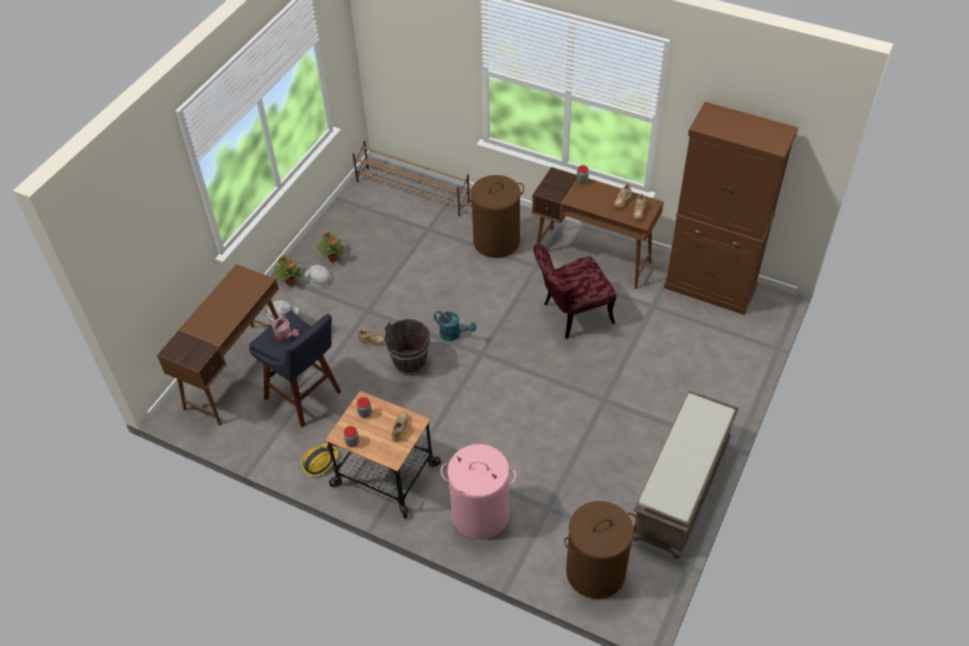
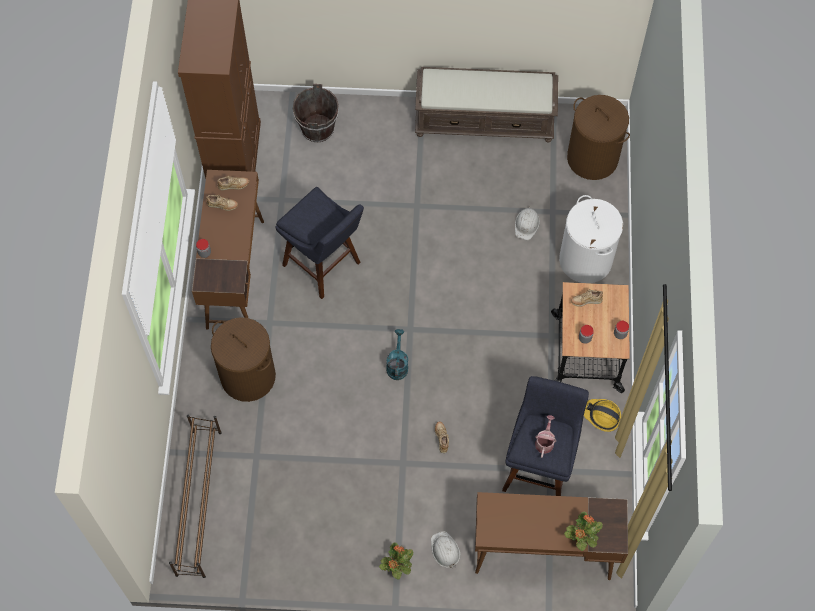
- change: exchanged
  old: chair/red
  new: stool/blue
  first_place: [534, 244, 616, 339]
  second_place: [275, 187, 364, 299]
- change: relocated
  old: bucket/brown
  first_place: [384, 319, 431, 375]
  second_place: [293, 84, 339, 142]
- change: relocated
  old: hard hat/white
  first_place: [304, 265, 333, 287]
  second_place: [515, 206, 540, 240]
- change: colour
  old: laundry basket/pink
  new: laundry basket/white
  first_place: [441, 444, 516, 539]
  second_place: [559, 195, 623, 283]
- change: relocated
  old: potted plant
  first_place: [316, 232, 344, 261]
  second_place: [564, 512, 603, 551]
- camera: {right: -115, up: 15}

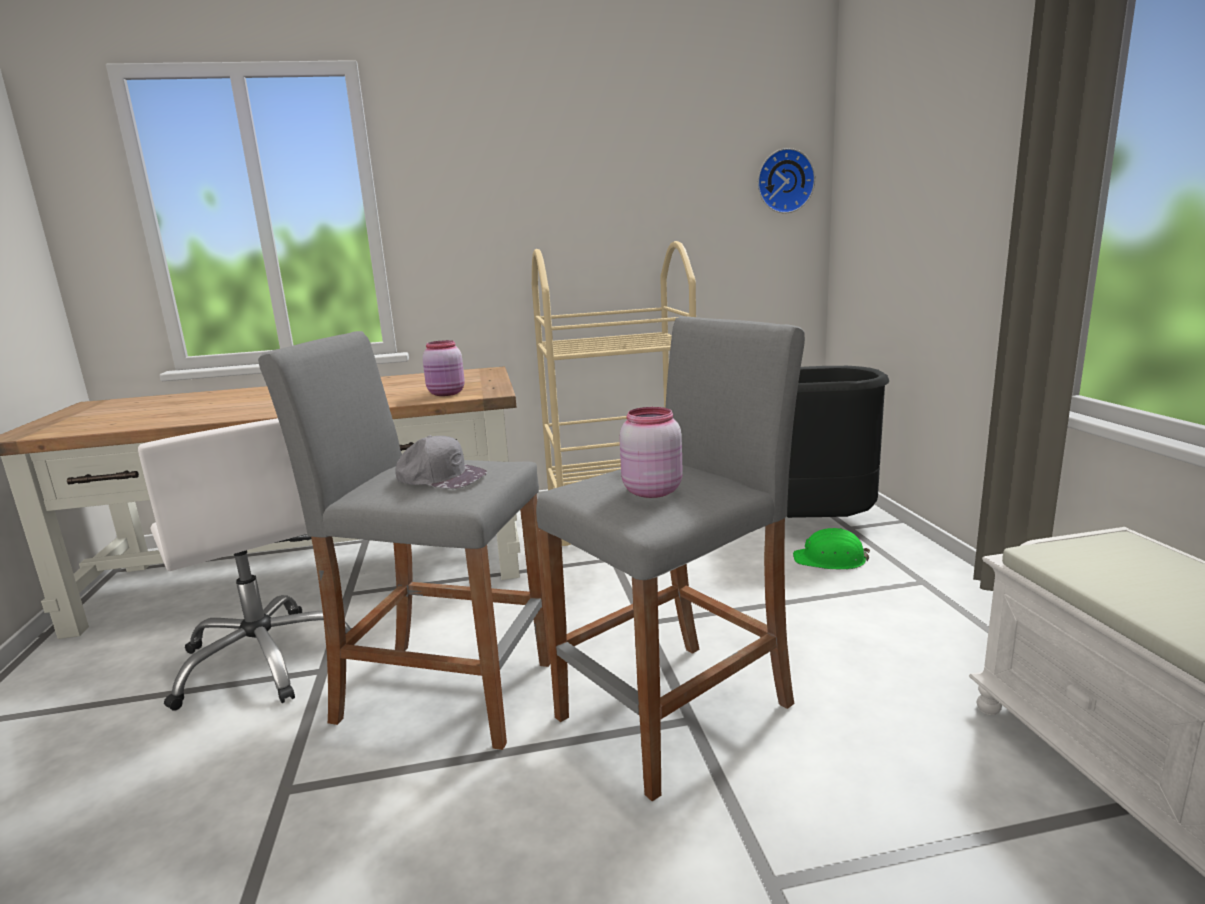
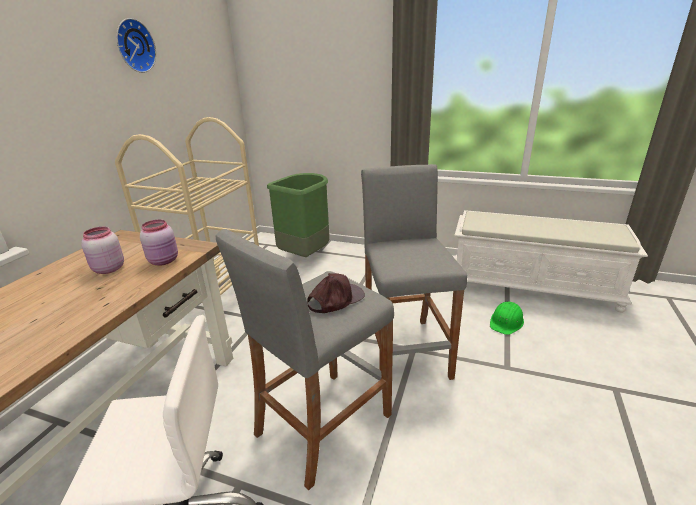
- change: relocated
  old: jar/pink
  first_place: [620, 407, 683, 498]
  second_place: [81, 227, 124, 274]
- change: relocated
  old: wall clock
  first_place: [758, 148, 815, 214]
  second_place: [116, 18, 156, 73]
- change: colour
  old: trash can/black
  new: trash can/green
  first_place: [787, 366, 889, 518]
  second_place: [267, 173, 330, 257]
- change: colour
  old: cap/grey
  new: cap/brown
  first_place: [395, 435, 487, 489]
  second_place: [307, 273, 365, 313]
- change: relocated
  old: hard hat/green
  first_place: [793, 528, 870, 570]
  second_place: [490, 302, 524, 335]
- camera: {right: -60, up: 10}

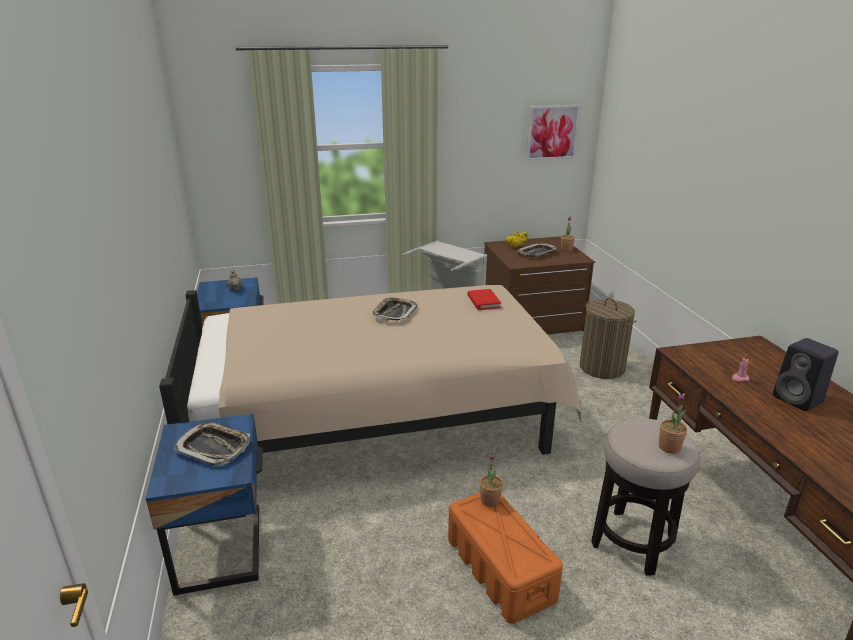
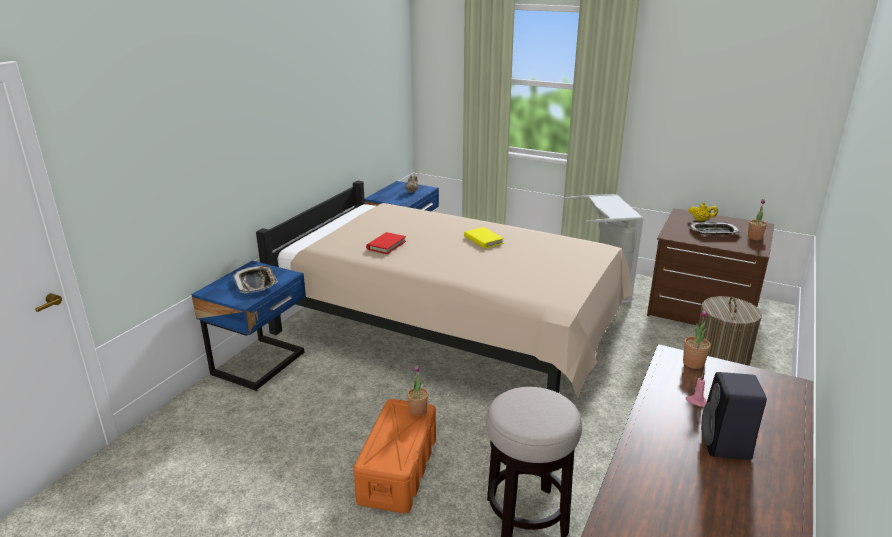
- change: relocated
  old: book/red
  first_place: [467, 289, 501, 310]
  second_place: [366, 232, 406, 254]
- change: exchanged
  old: tray
  new: book/yellow
  first_place: [372, 298, 417, 321]
  second_place: [464, 227, 504, 248]
- change: relocated
  old: potted plant
  first_place: [659, 394, 687, 454]
  second_place: [683, 310, 711, 369]
- change: missing
  old: picture
  first_place: [526, 105, 581, 161]
- camera: {right: 40, up: 0}

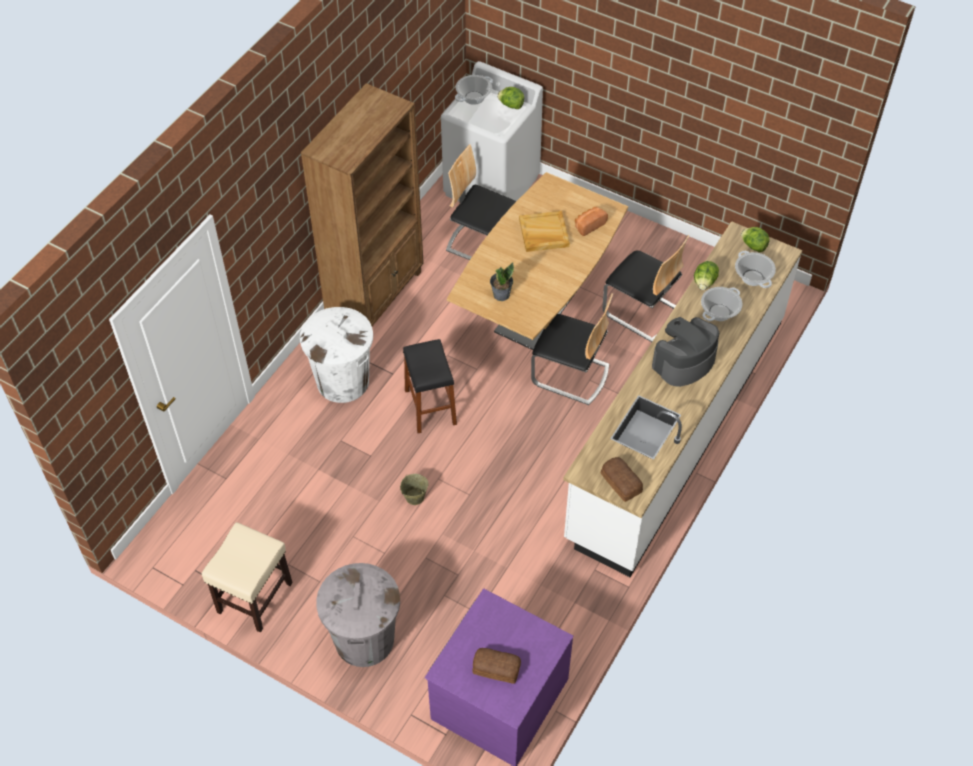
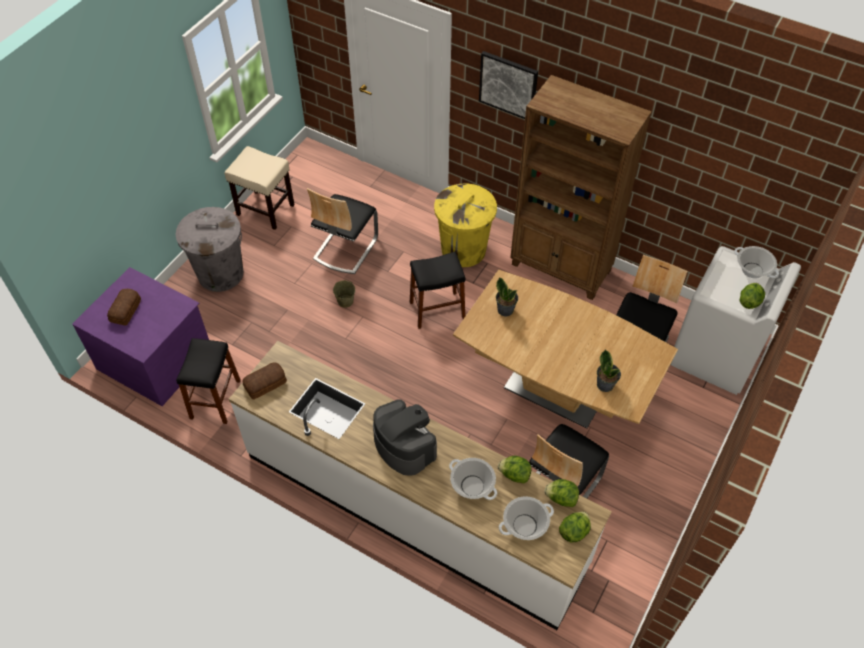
- change: appeared
  new: stool/black
  second_place: [176, 338, 241, 424]
- change: relocated
  old: chair
  first_place: [531, 293, 613, 405]
  second_place: [307, 188, 378, 274]
- change: colour
  old: trash can/white
  new: trash can/yellow
  first_place: [300, 307, 373, 403]
  second_place: [434, 184, 497, 267]
- change: appeared
  new: picture
  second_place: [479, 51, 538, 119]
- change: appeared
  new: lettuce
  second_place: [544, 479, 579, 507]
- change: exchanged
  old: bread
  new: potted plant
  first_place: [575, 207, 608, 236]
  second_place: [597, 349, 621, 392]
- change: missing
  old: tray/beige
  first_place: [519, 211, 570, 252]
- camera: {right: 90, up: 0}

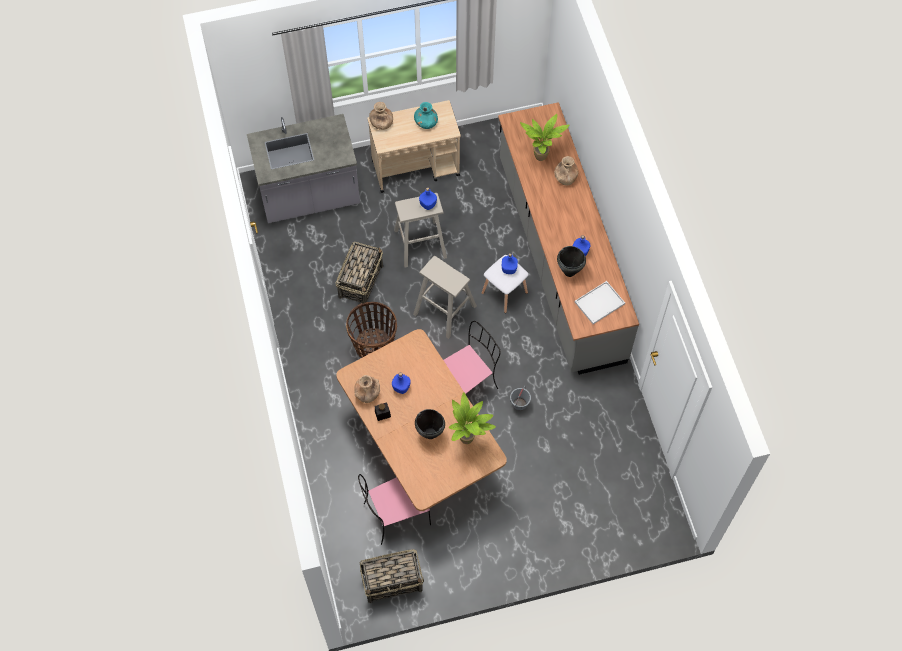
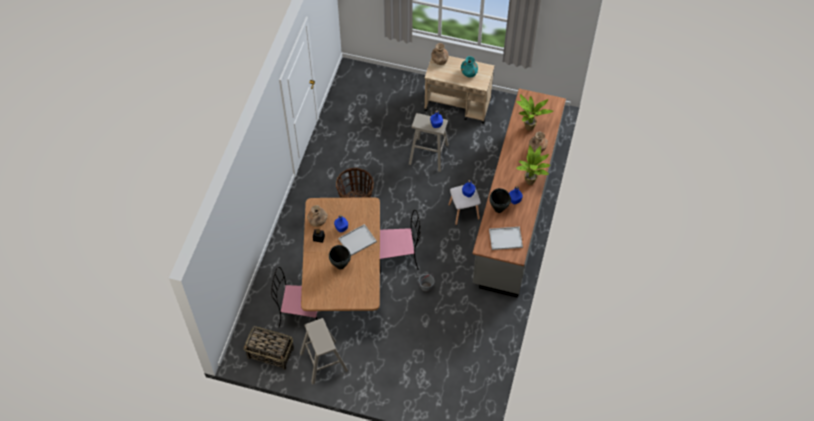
- change: relocated
  old: stool/beige
  first_place: [413, 256, 477, 339]
  second_place: [300, 318, 348, 385]
- change: appeared
  new: tray/white
  second_place: [338, 224, 377, 256]
- change: relocated
  old: potted plant
  first_place: [449, 392, 496, 444]
  second_place: [516, 145, 551, 185]
- change: missing
  old: counter/grey
  first_place: [247, 114, 360, 223]
- change: missing
  old: basket
  first_place: [336, 242, 383, 303]
- camera: {right: 30, up: -5}

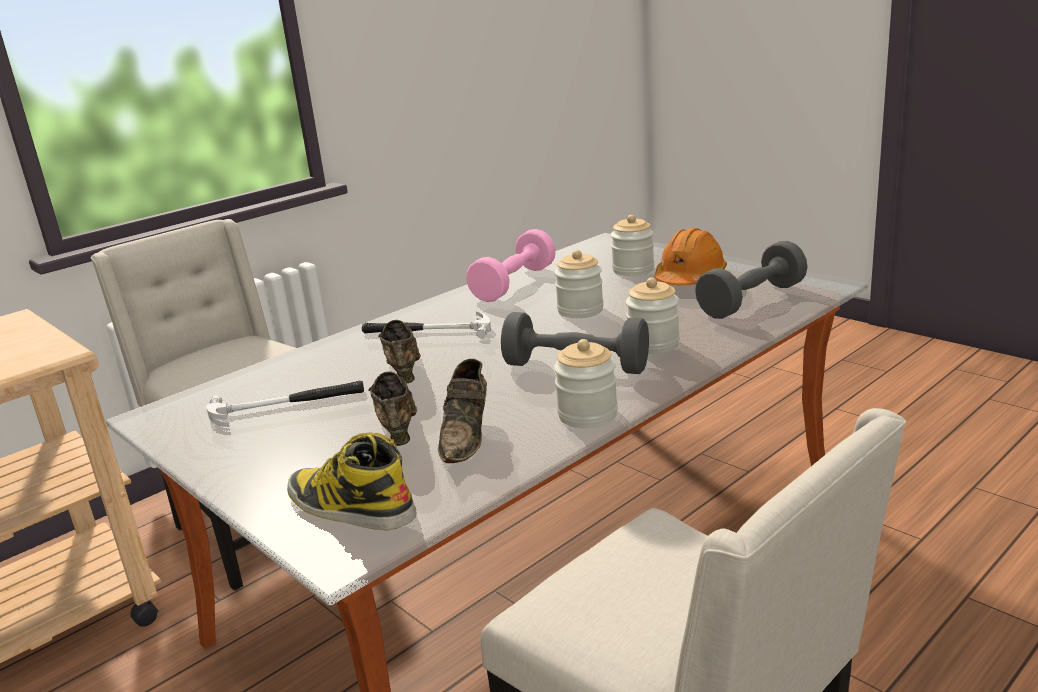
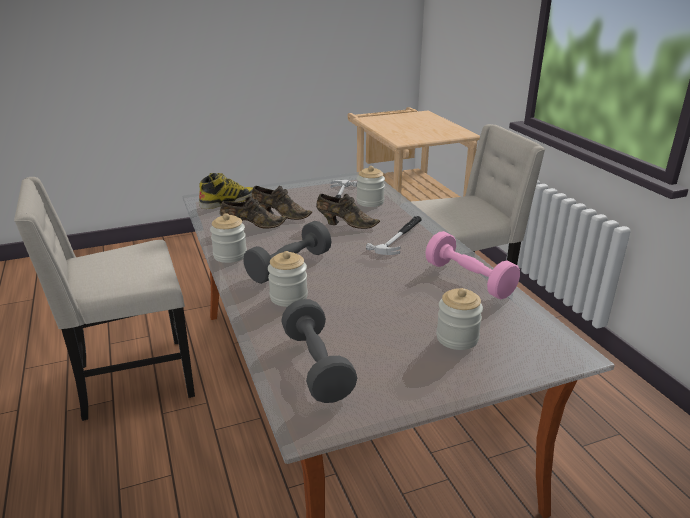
- change: spun
  old: shoe/brown
  first_place: [438, 359, 487, 463]
  second_place: [220, 196, 287, 228]
  degrees: 135
- change: relocated
  old: jar
  first_place: [554, 250, 604, 318]
  second_place: [356, 166, 385, 207]
- change: missing
  old: hard hat/orange
  first_place: [654, 228, 727, 286]
- camera: {right: 110, up: 5}

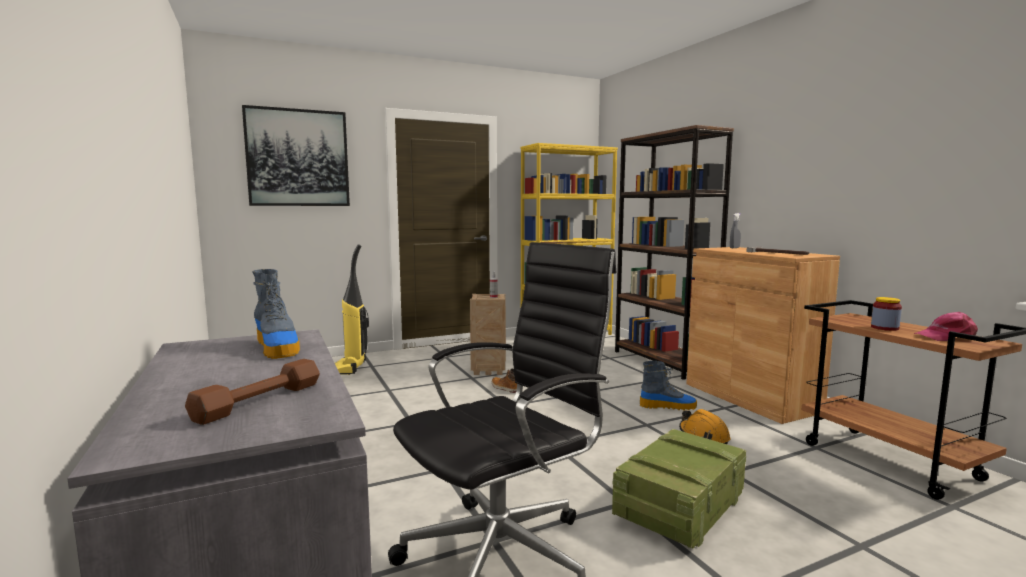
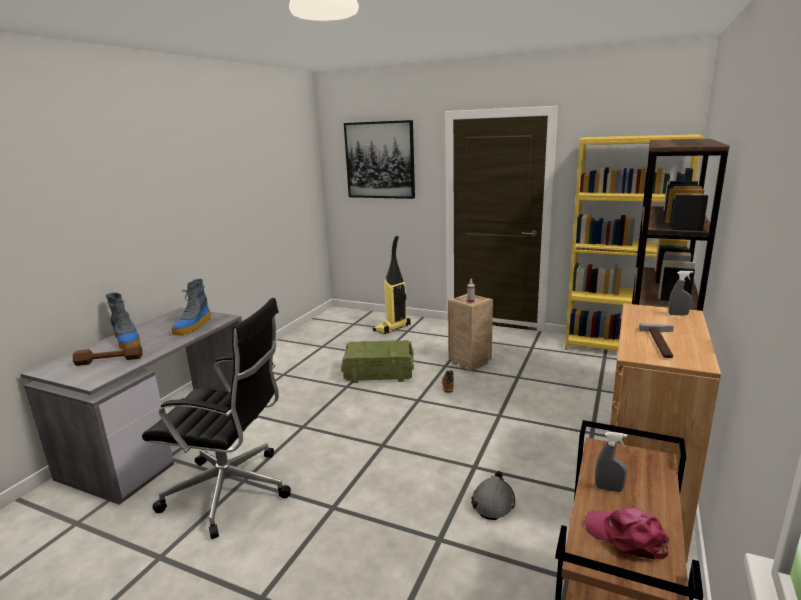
- change: relocated
  old: boot
  first_place: [640, 361, 697, 411]
  second_place: [106, 293, 140, 350]
- change: relocated
  old: crate
  first_place: [612, 429, 746, 548]
  second_place: [341, 340, 414, 383]
- change: colour
  old: hard hat/orange
  new: hard hat/grey
  first_place: [679, 409, 730, 444]
  second_place: [471, 471, 515, 520]
- change: exchanged
  old: jar
  new: spray bottle/grey
  first_place: [871, 297, 902, 331]
  second_place: [595, 432, 627, 492]
- camera: {right: 50, up: 10}

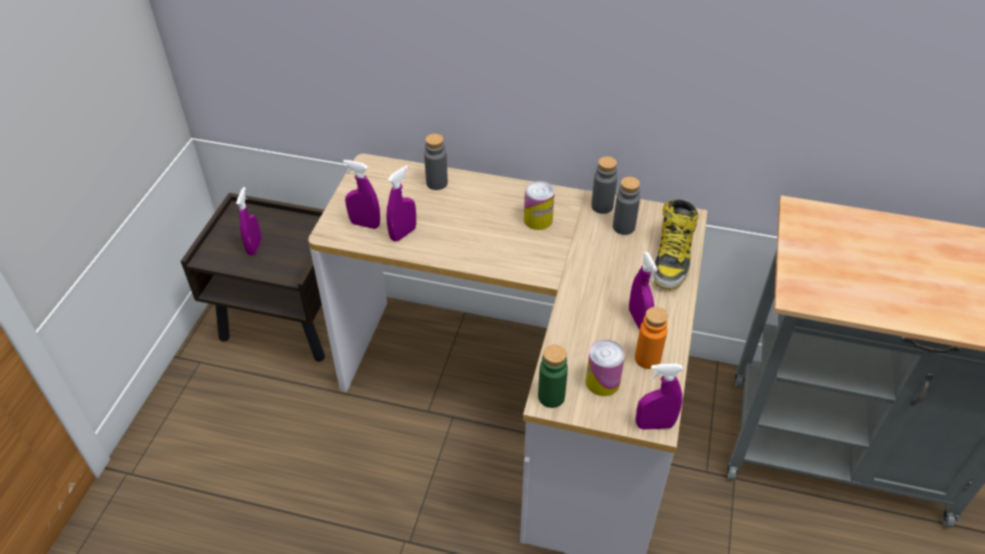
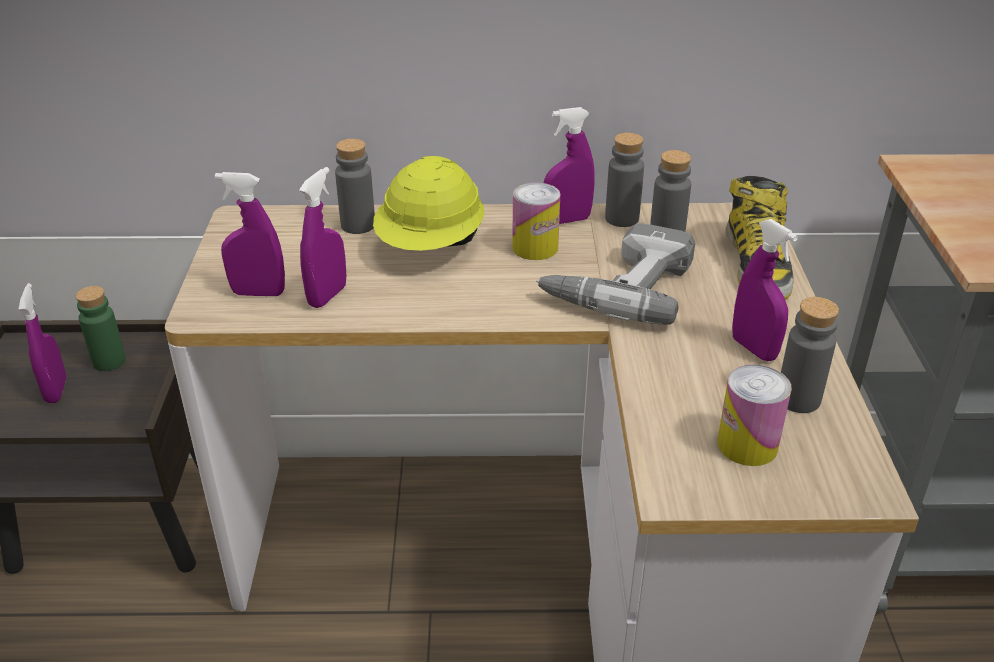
- change: relocated
  old: bottle/green
  first_place: [538, 345, 568, 408]
  second_place: [76, 286, 126, 371]
- change: appeared
  new: hard hat/yellow
  second_place: [373, 156, 484, 251]
- change: appeared
  new: power drill
  second_place: [536, 223, 695, 325]
- change: relocated
  old: spray bottle/purple
  first_place: [636, 364, 683, 430]
  second_place: [544, 107, 595, 224]
- change: colour
  old: bottle/orange
  new: bottle/grey
  first_place: [635, 307, 668, 369]
  second_place: [781, 297, 839, 413]
- camera: {right: -15, up: -10}

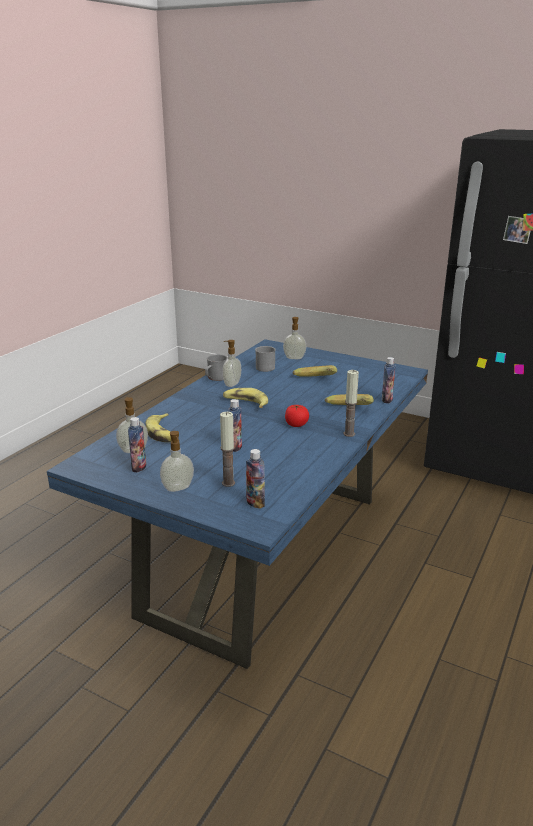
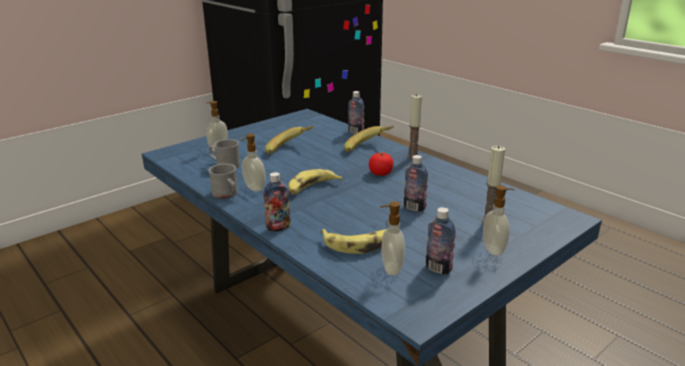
- change: relocated
  old: bottle
  first_place: [246, 449, 265, 509]
  second_place: [263, 172, 291, 232]
- camera: {right: -70, up: 0}

